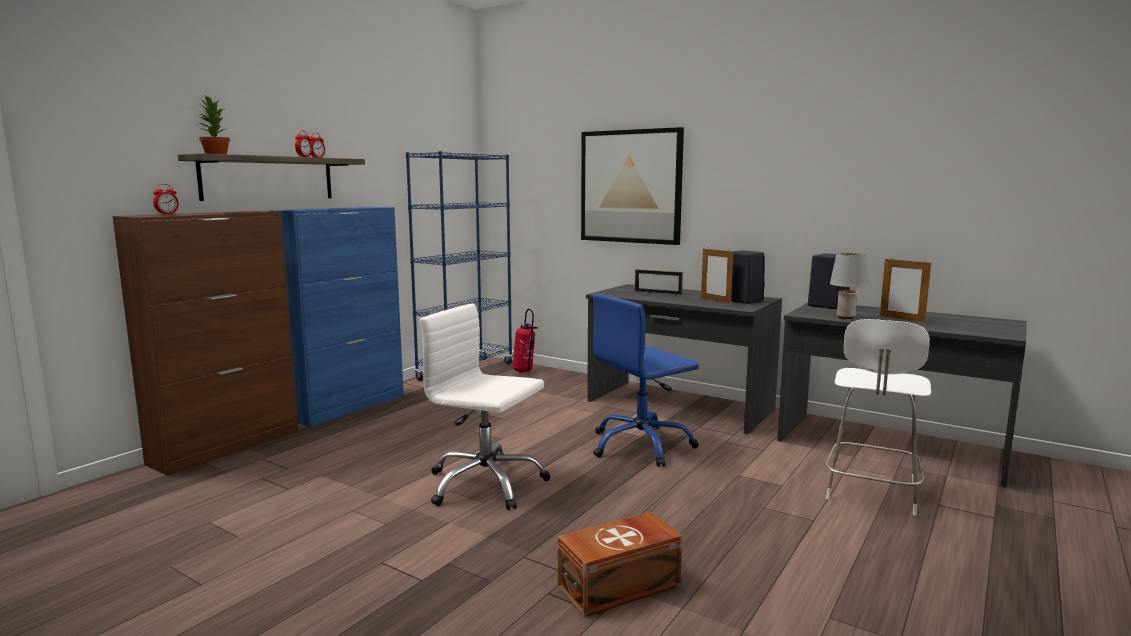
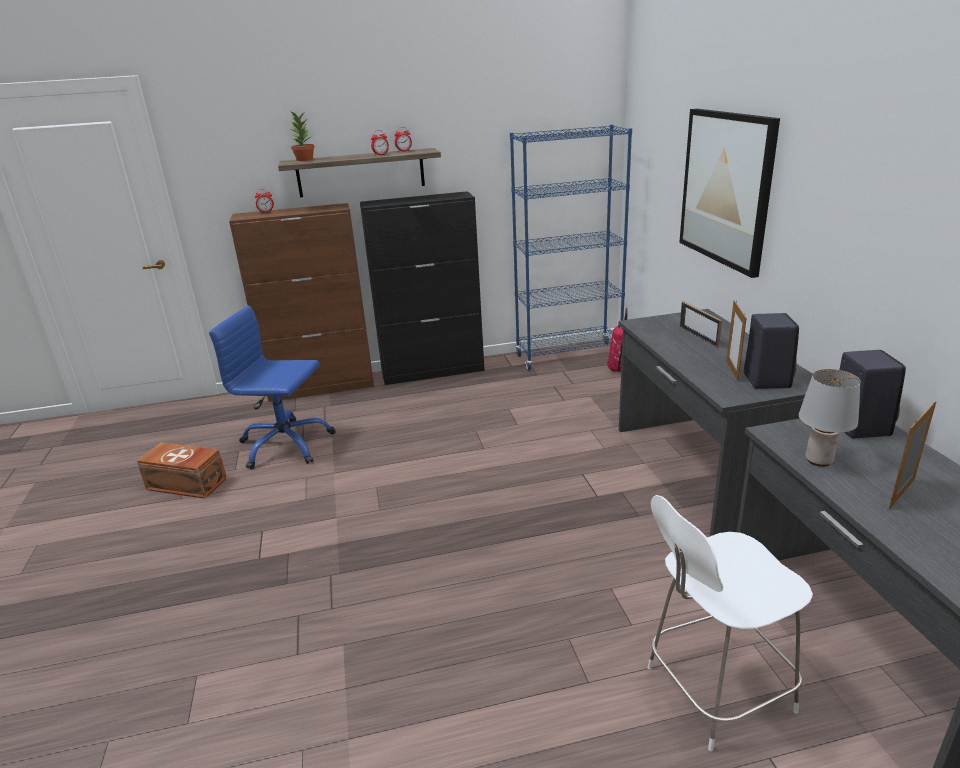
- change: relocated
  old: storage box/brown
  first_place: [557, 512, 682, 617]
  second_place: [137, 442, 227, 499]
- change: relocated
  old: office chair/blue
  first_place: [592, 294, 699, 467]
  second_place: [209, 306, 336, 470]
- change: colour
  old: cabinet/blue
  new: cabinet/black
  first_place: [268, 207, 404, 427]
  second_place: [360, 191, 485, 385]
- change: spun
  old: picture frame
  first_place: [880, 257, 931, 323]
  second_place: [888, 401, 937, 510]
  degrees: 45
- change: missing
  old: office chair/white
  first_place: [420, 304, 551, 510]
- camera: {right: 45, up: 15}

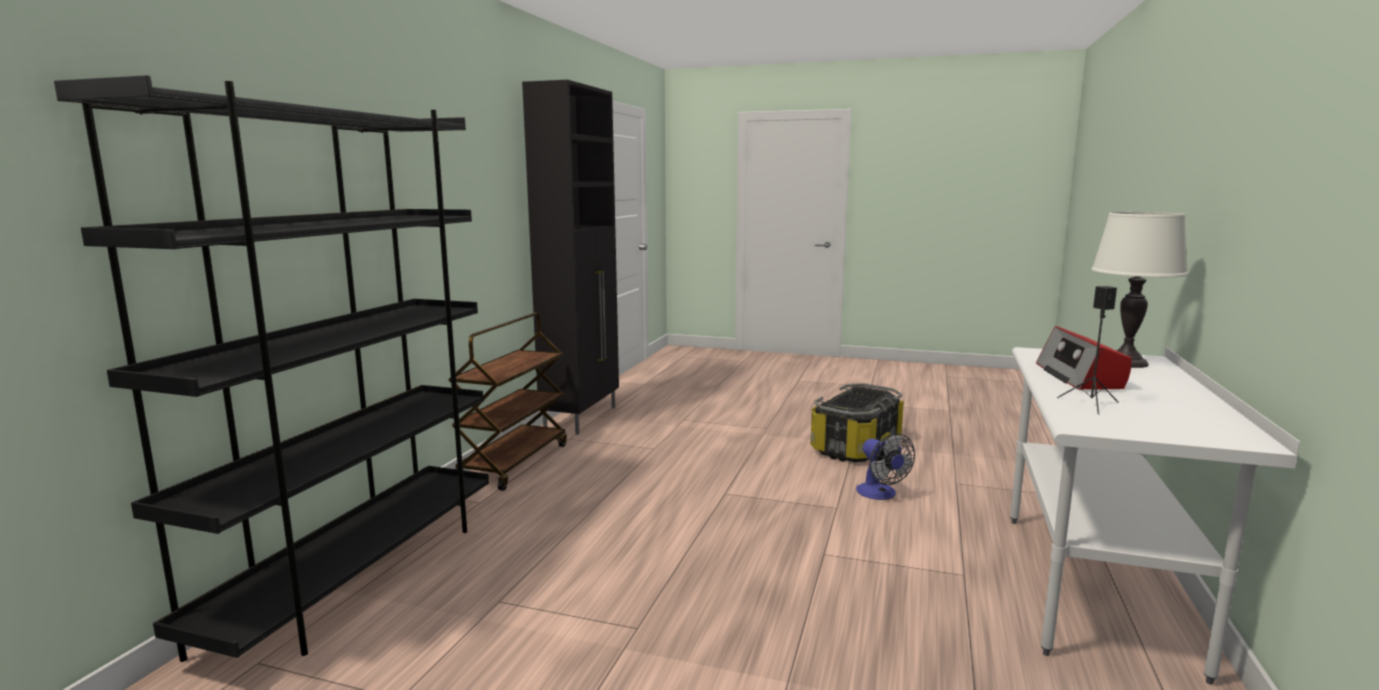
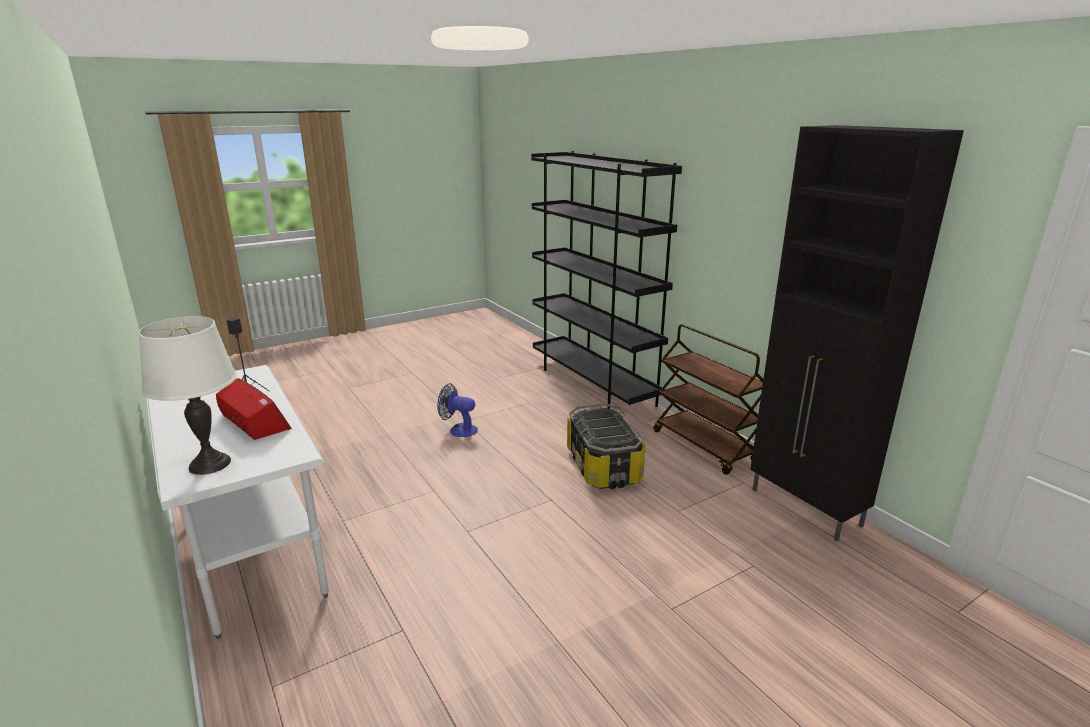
- change: relocated
  old: fan
  first_place: [856, 433, 915, 500]
  second_place: [437, 383, 478, 437]
- change: relocated
  old: storage box
  first_place: [811, 383, 904, 462]
  second_place: [567, 403, 646, 489]
- camera: {right: 130, up: 10}

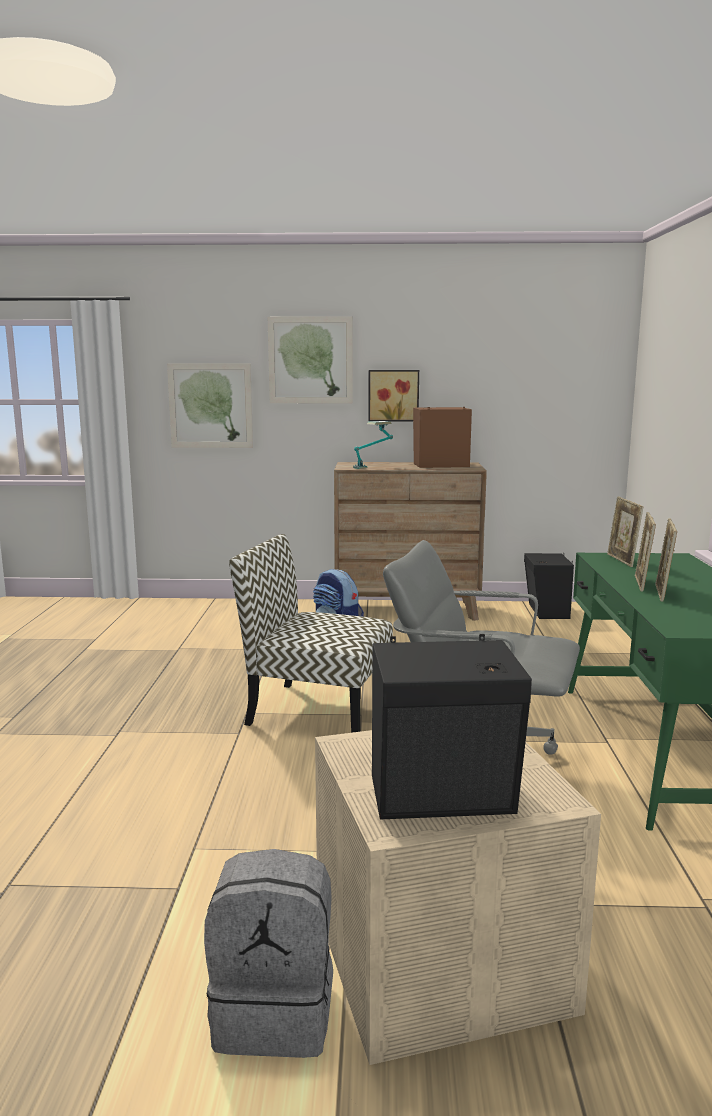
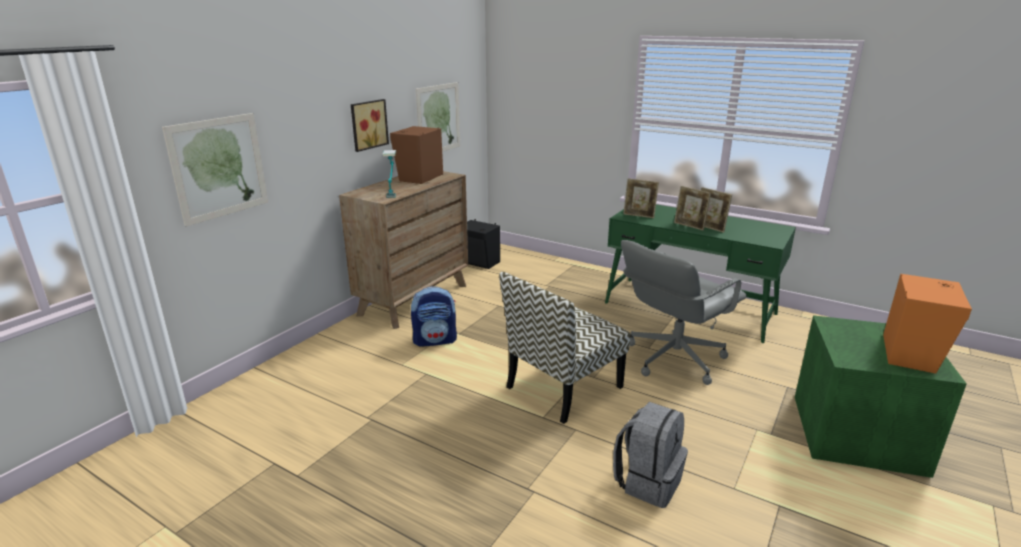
- change: relocated
  old: picture
  first_place: [268, 316, 353, 403]
  second_place: [416, 82, 460, 152]
- change: relocated
  old: backpack/grey
  first_place: [204, 849, 333, 1058]
  second_place: [613, 402, 688, 508]
- change: colour
  old: storage box/beige
  new: storage box/green
  first_place: [315, 730, 601, 1065]
  second_place: [795, 315, 967, 478]
- change: colour
  old: speaker/black
  new: speaker/orange
  first_place: [372, 634, 532, 819]
  second_place: [883, 274, 972, 374]
- camera: {right: -60, up: 10}

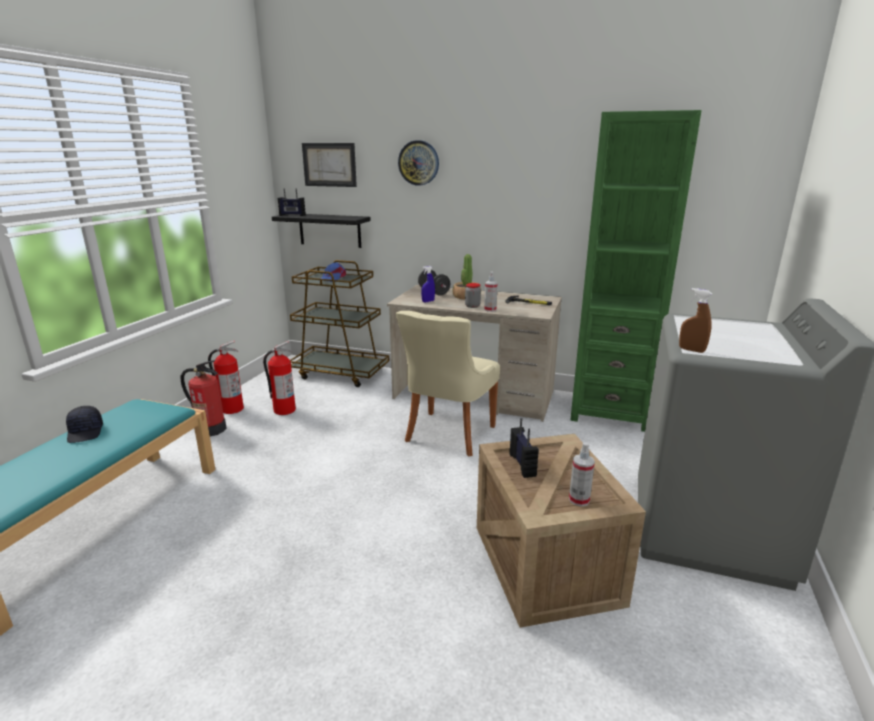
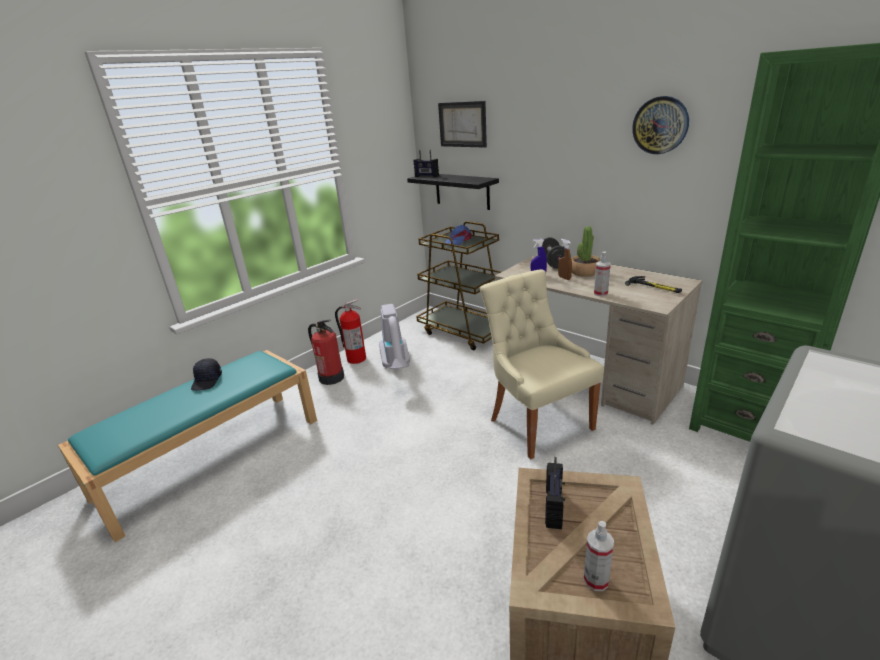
- change: exchanged
  old: fire extinguisher
  new: vacuum cleaner
  first_place: [263, 341, 296, 415]
  second_place: [379, 304, 410, 369]
- change: spun
  old: chair/beige
  first_place: [396, 311, 500, 456]
  second_place: [480, 269, 604, 459]
  degrees: 105
- change: relocated
  old: spray bottle/brown
  first_place: [679, 288, 712, 353]
  second_place: [558, 239, 572, 280]
- change: relocated
  old: wall clock
  first_place: [398, 140, 439, 186]
  second_place: [632, 96, 689, 154]
- change: missing
  old: jar
  first_place: [465, 283, 481, 308]
- camera: {right: 25, up: 5}

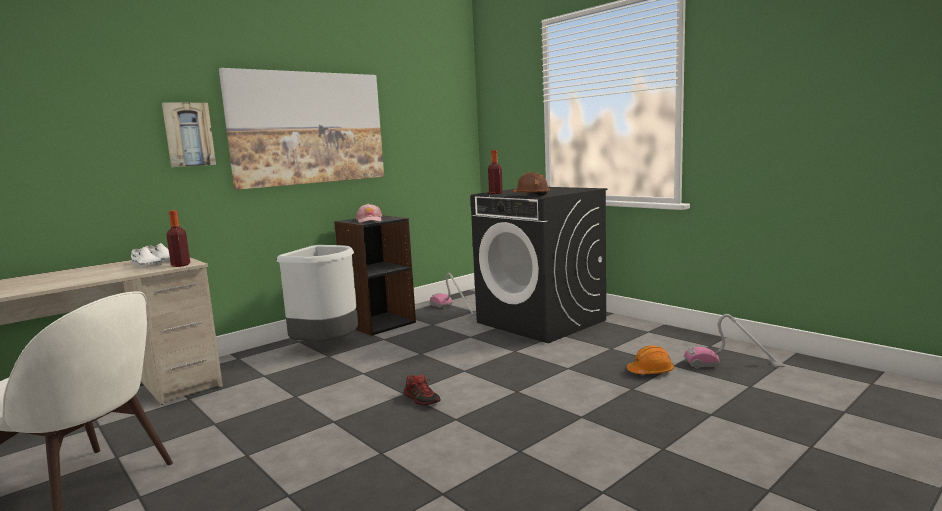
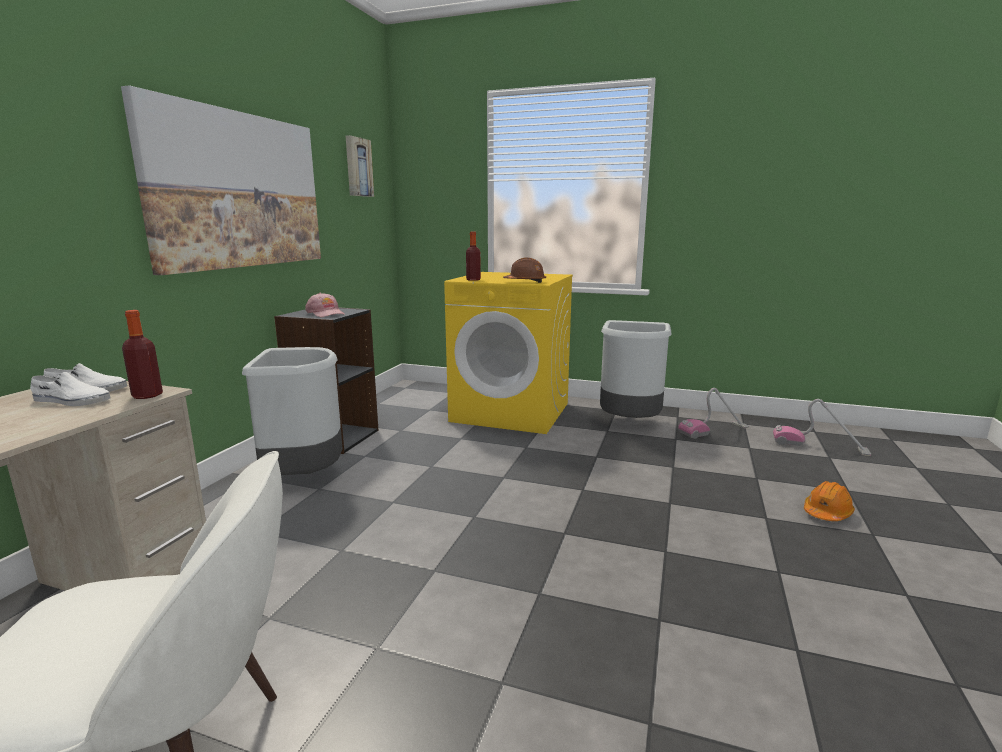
- change: relocated
  old: picture
  first_place: [162, 102, 216, 167]
  second_place: [346, 135, 374, 197]
- change: colour
  old: washing machine/black
  new: washing machine/yellow
  first_place: [470, 187, 608, 343]
  second_place: [444, 272, 573, 434]
- change: appeared
  new: trash can/grey
  second_place: [600, 320, 671, 418]
- change: relocated
  old: vacuum cleaner
  first_place: [430, 273, 476, 317]
  second_place: [773, 399, 871, 456]
- change: relocated
  old: hard hat/orange
  first_place: [627, 345, 674, 374]
  second_place: [804, 481, 855, 521]
- change: missing
  old: shoe
  first_place: [404, 374, 441, 405]
- camera: {right: -30, up: 5}

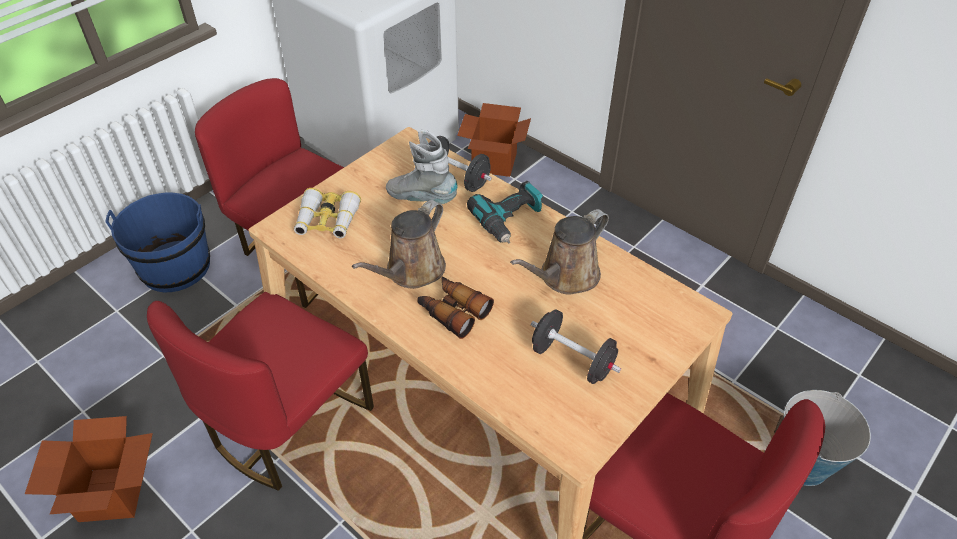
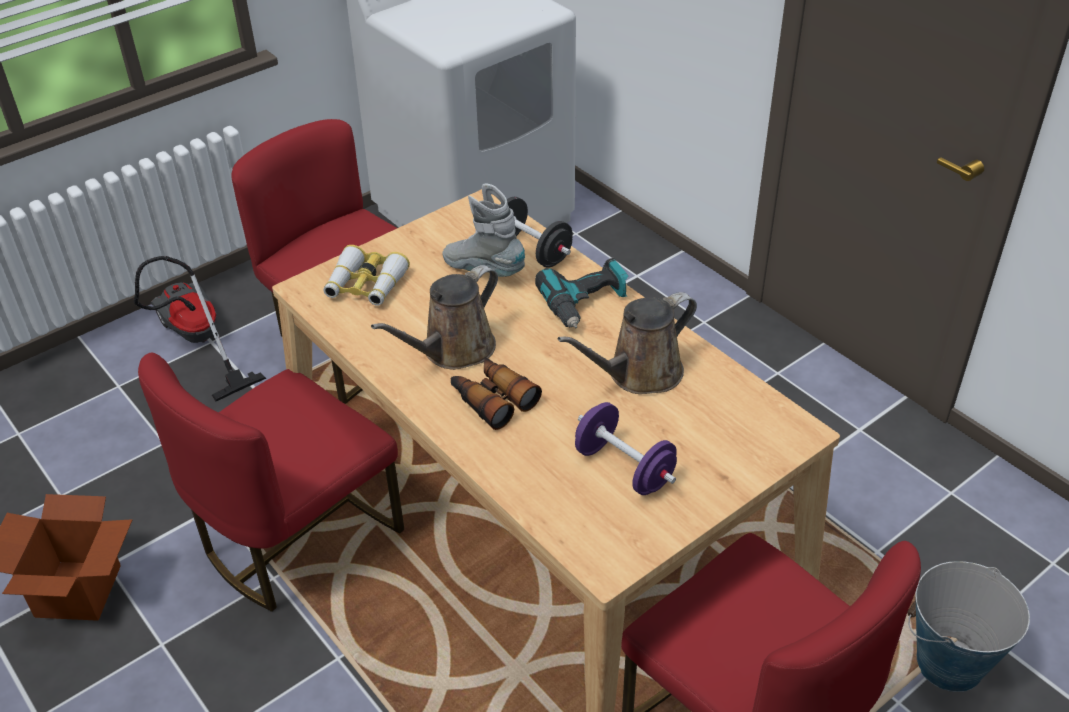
- change: exchanged
  old: bucket/blue
  new: vacuum cleaner
  first_place: [105, 193, 210, 293]
  second_place: [134, 256, 266, 402]
- change: colour
  old: dumbbell/black
  new: dumbbell/purple
  first_place: [531, 310, 621, 384]
  second_place: [575, 402, 677, 495]
- change: missing
  old: cardboard box
  first_place: [457, 103, 531, 177]
- camera: {right: 10, up: -5}

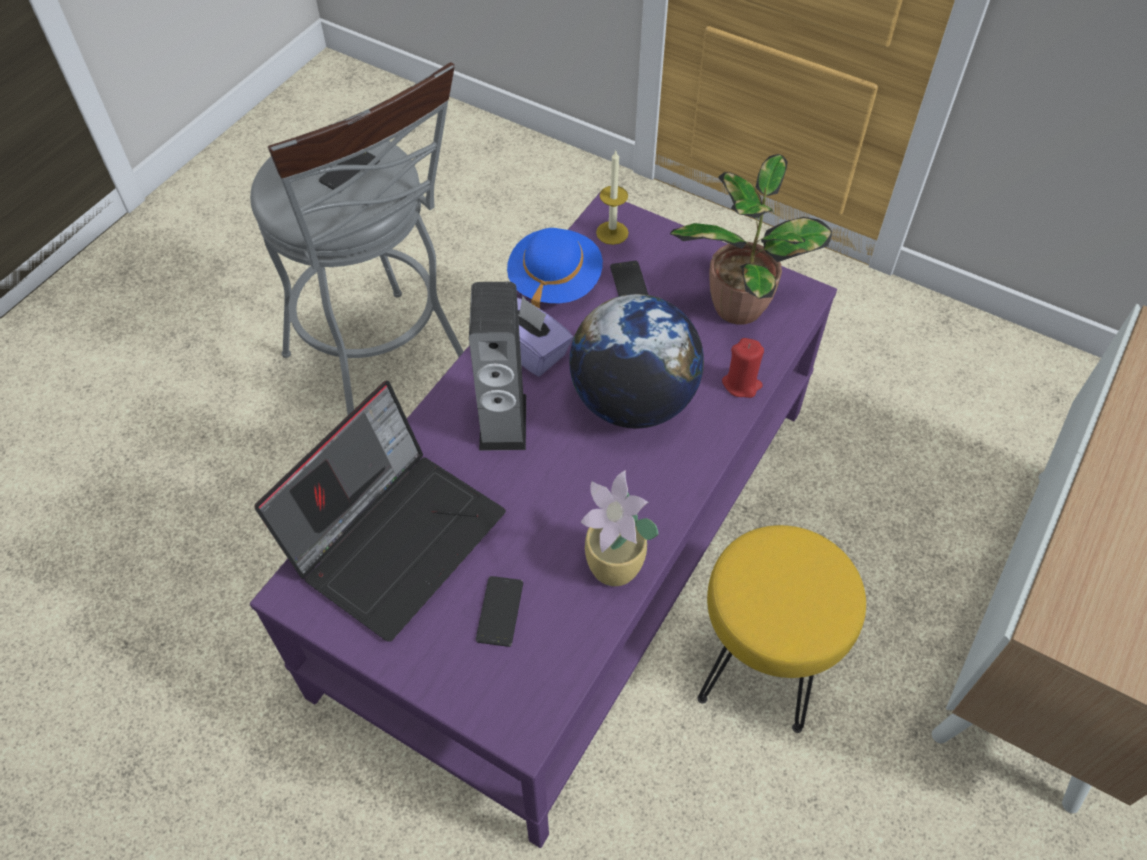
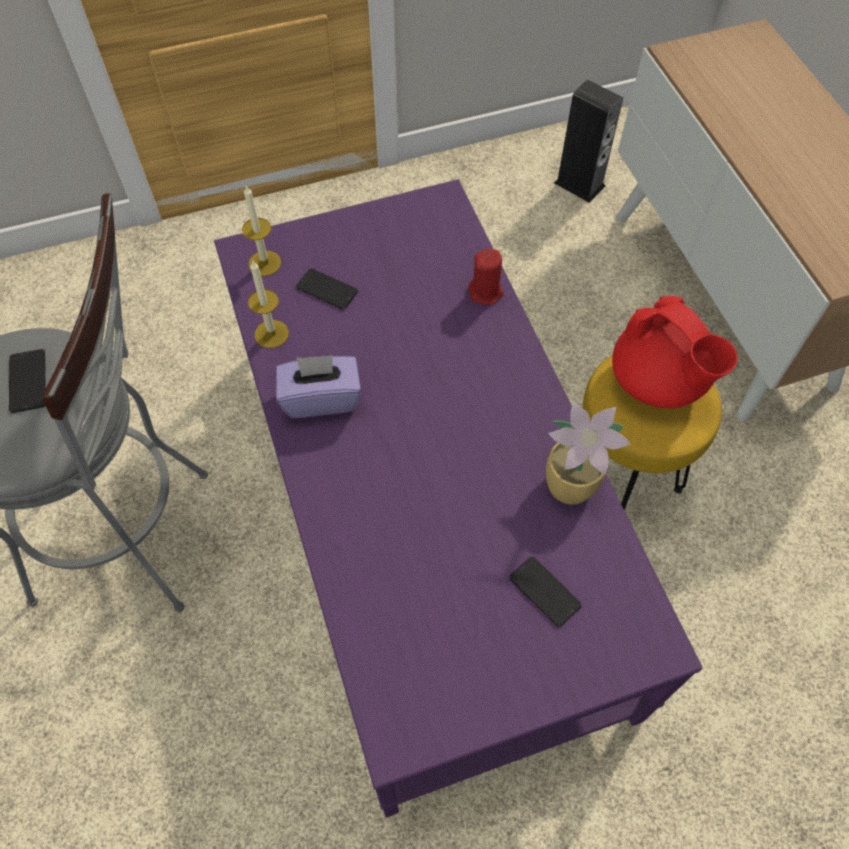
- change: exchanged
  old: hat/blue
  new: candle
  first_place: [507, 228, 603, 309]
  second_place: [248, 261, 289, 348]
- change: relocated
  old: speaker
  first_place: [469, 282, 526, 451]
  second_place: [554, 79, 623, 203]
- change: appeared
  new: teapot/red
  second_place: [612, 296, 738, 408]
- change: missing
  old: laptop
  first_place: [254, 381, 506, 642]
- change: missing
  old: globe
  first_place: [569, 294, 704, 429]
- change: missing
  old: potted plant
  first_place: [670, 154, 832, 324]
- camera: {right: -50, up: 5}

